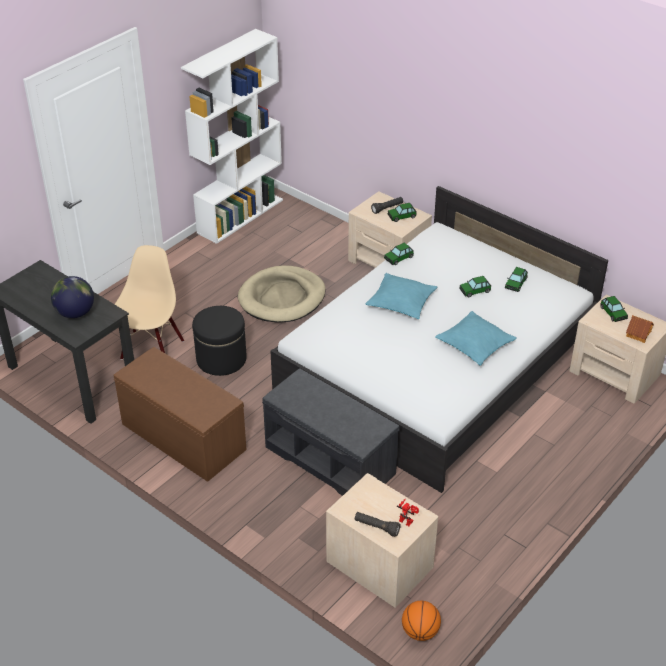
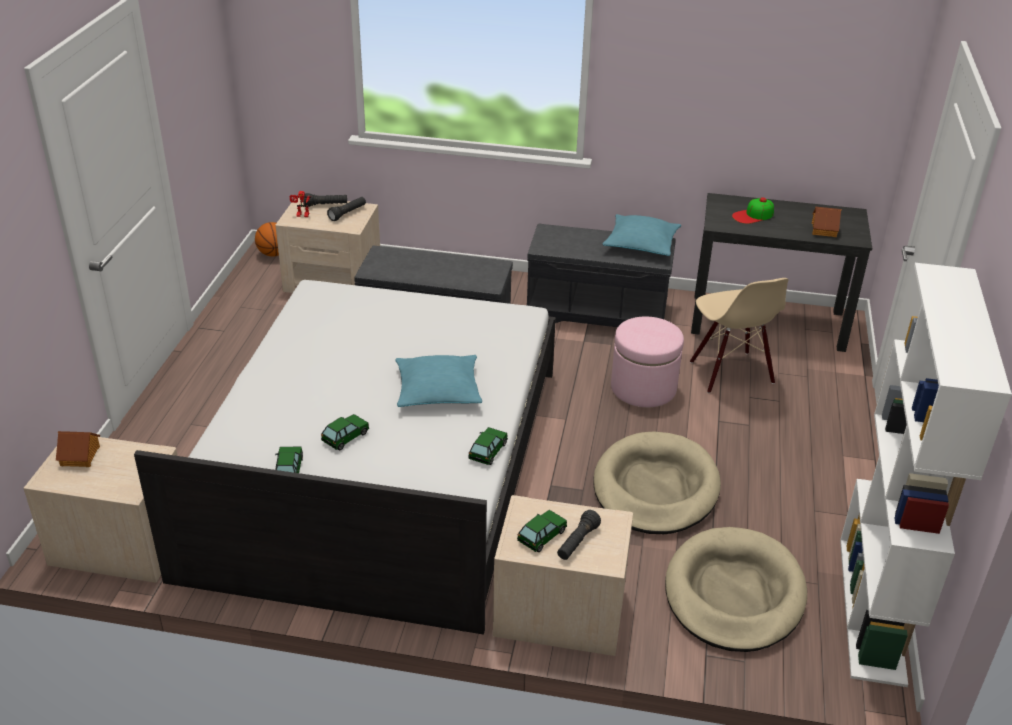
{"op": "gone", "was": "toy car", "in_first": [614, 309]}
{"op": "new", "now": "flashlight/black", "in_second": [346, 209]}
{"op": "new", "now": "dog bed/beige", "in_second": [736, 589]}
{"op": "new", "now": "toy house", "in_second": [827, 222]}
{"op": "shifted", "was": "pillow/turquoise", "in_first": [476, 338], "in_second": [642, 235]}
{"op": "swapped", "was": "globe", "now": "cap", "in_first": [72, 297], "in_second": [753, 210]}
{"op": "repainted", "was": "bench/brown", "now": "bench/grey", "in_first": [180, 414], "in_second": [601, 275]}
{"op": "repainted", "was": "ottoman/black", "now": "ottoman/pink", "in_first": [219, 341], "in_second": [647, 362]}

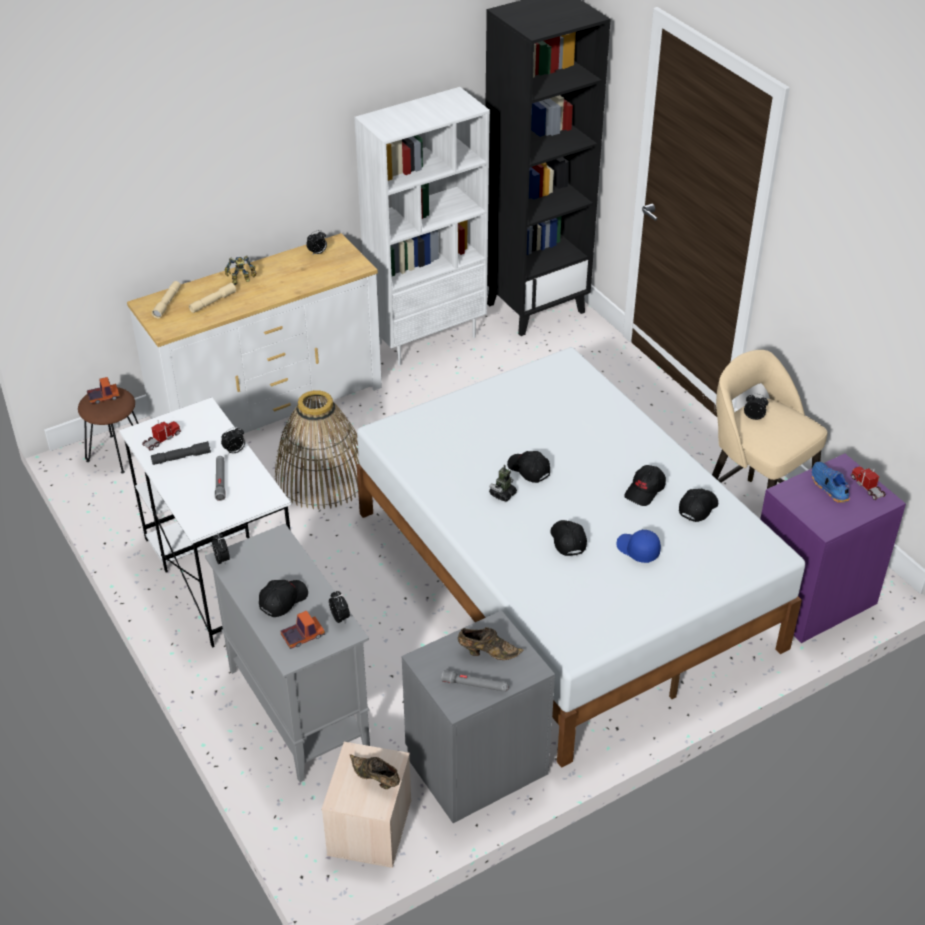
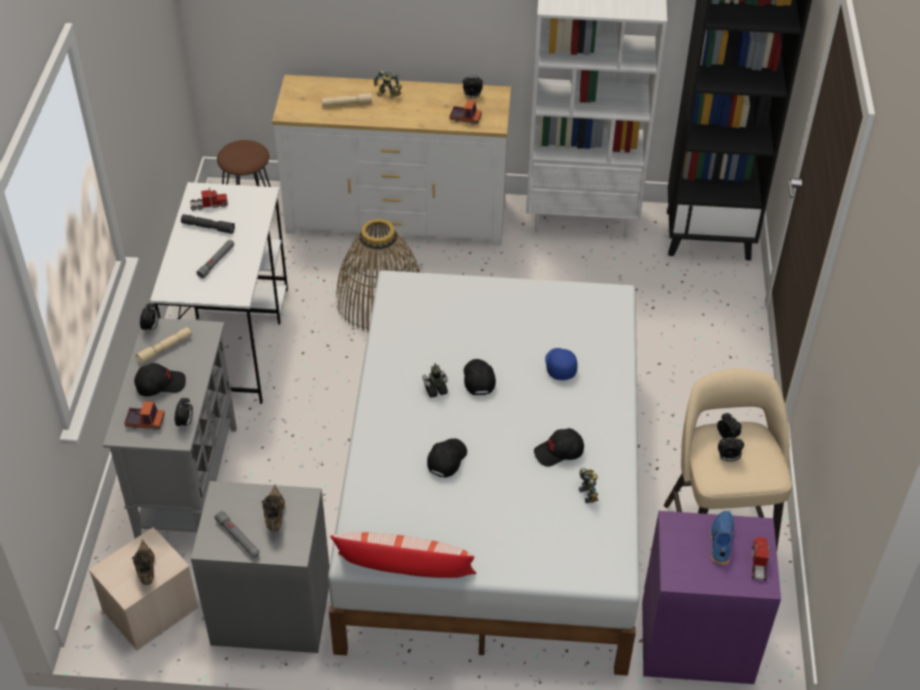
{"op": "new", "now": "pillow", "in_second": [403, 555]}
{"op": "shifted", "was": "toy truck", "in_first": [103, 390], "in_second": [466, 112]}
{"op": "shifted", "was": "flashlight/beige", "in_first": [166, 300], "in_second": [164, 345]}
{"op": "shifted", "was": "alarm clock", "in_first": [233, 441], "in_second": [731, 449]}
{"op": "shifted", "was": "cap/blue", "in_first": [638, 546], "in_second": [561, 364]}
{"op": "swapped", "was": "cap/black", "now": "toy robot", "in_first": [698, 505], "in_second": [589, 485]}
{"op": "rotated", "was": "shoe/brown", "in_first": [491, 643], "in_second": [273, 508], "clockwise": -135}

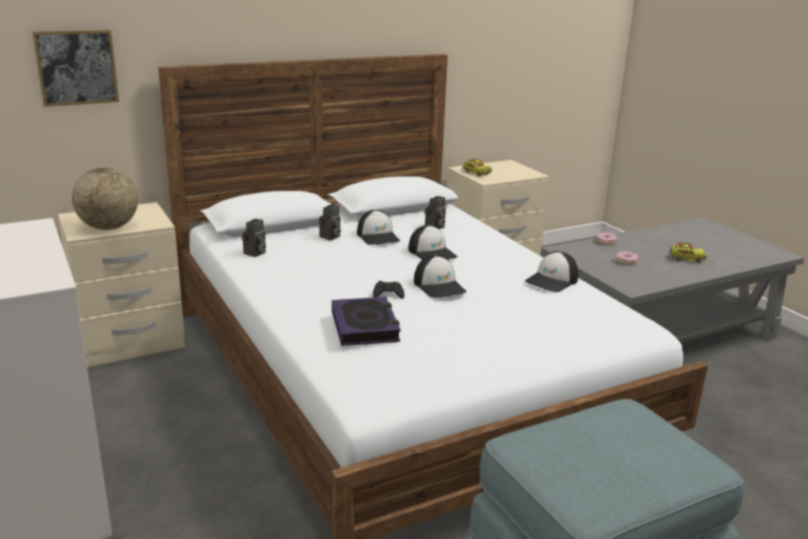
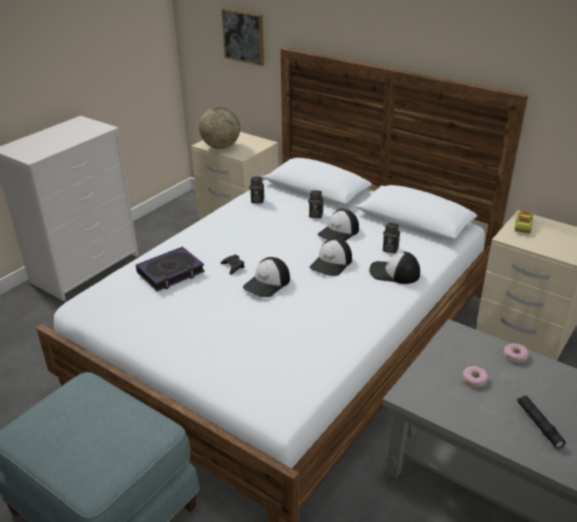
{"op": "shifted", "was": "cap", "in_first": [551, 271], "in_second": [394, 268]}
{"op": "swapped", "was": "toy truck", "now": "flashlight/black", "in_first": [688, 252], "in_second": [541, 422]}

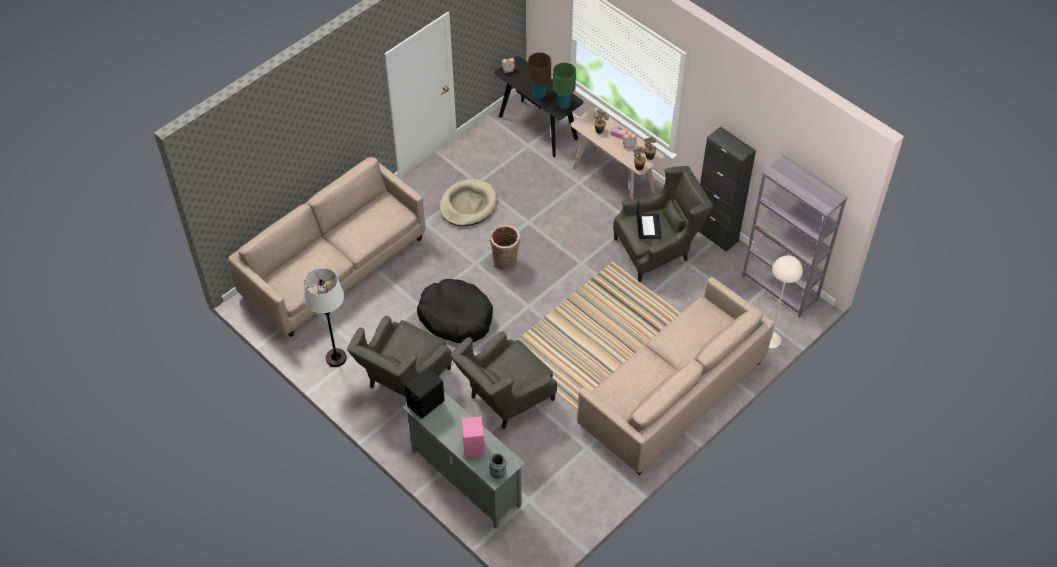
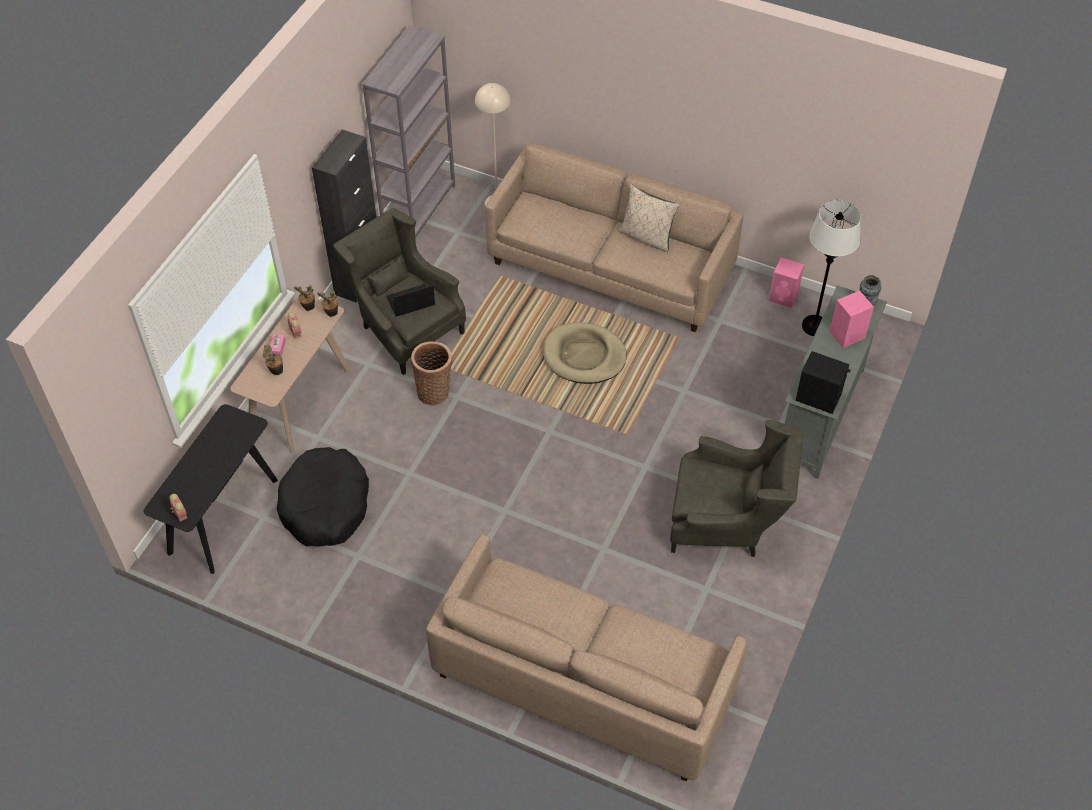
{"op": "gone", "was": "armchair/grey", "in_first": [503, 380]}
{"op": "gone", "was": "table lamp/brown", "in_first": [539, 75]}
{"op": "gone", "was": "table lamp/green", "in_first": [564, 85]}
{"op": "new", "now": "pillow/beige", "in_second": [649, 218]}
{"op": "new", "now": "speaker/pink", "in_second": [786, 283]}
{"op": "shifted", "was": "floor lamp/white", "in_first": [325, 317], "in_second": [831, 268]}
{"op": "shifted", "was": "dog bed/black", "in_first": [455, 311], "in_second": [323, 497]}
{"op": "shifted", "was": "dog bed/beige", "in_first": [468, 202], "in_second": [585, 353]}
{"op": "shifted", "was": "basket", "in_first": [505, 247], "in_second": [431, 373]}

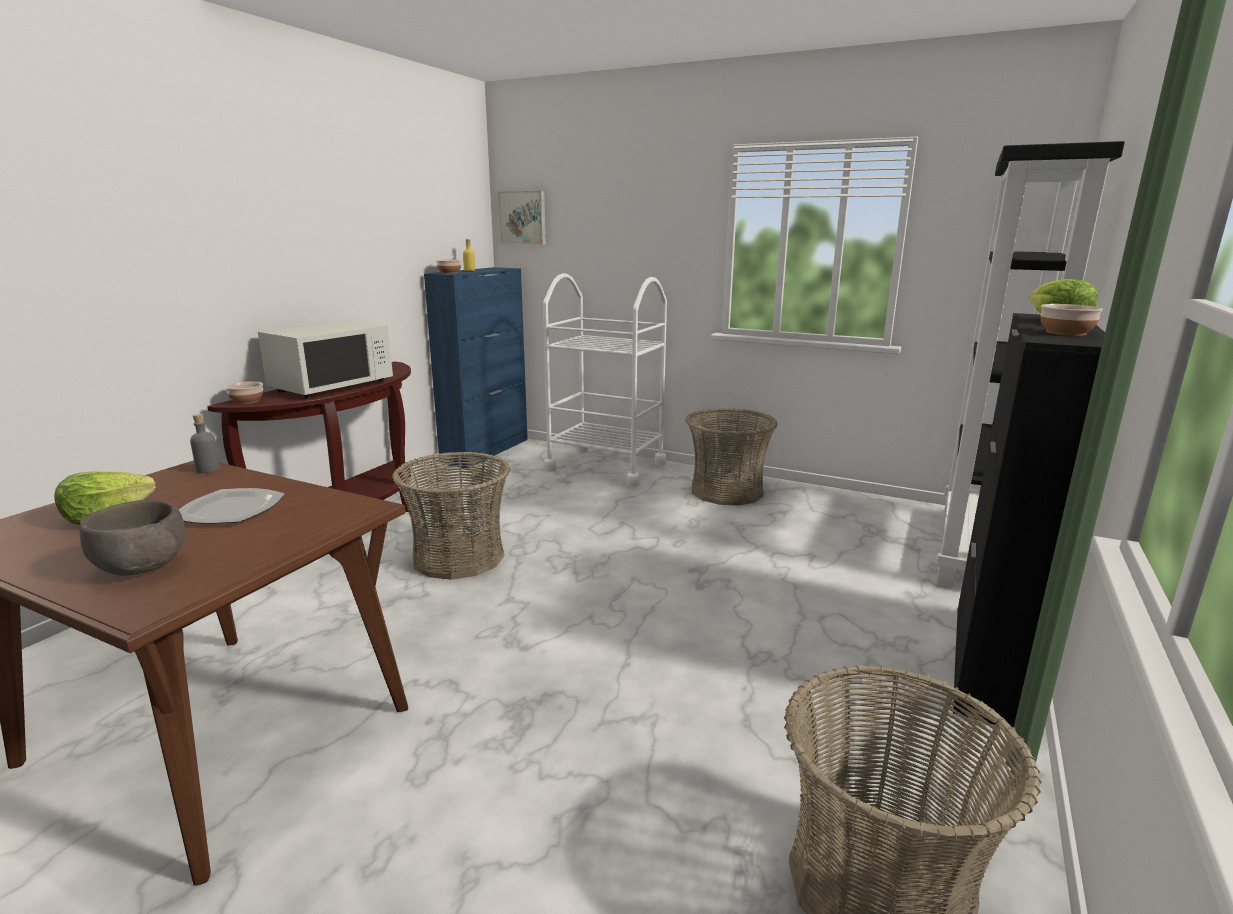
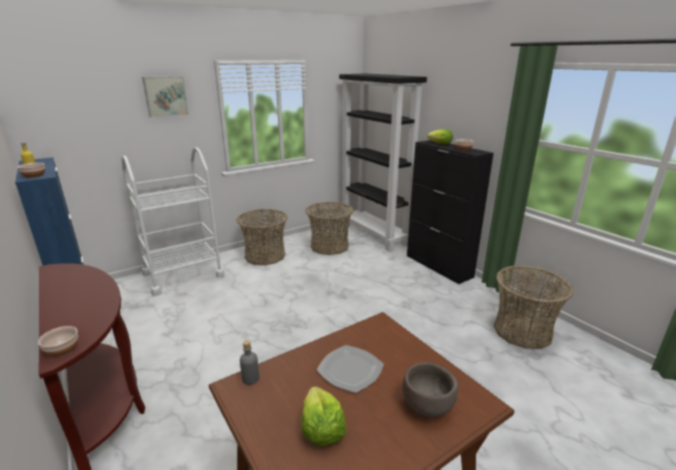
{"op": "gone", "was": "microwave/white", "in_first": [325, 359]}
{"op": "shifted", "was": "basket", "in_first": [451, 515], "in_second": [329, 228]}
{"op": "shifted", "was": "picture", "in_first": [522, 218], "in_second": [165, 96]}

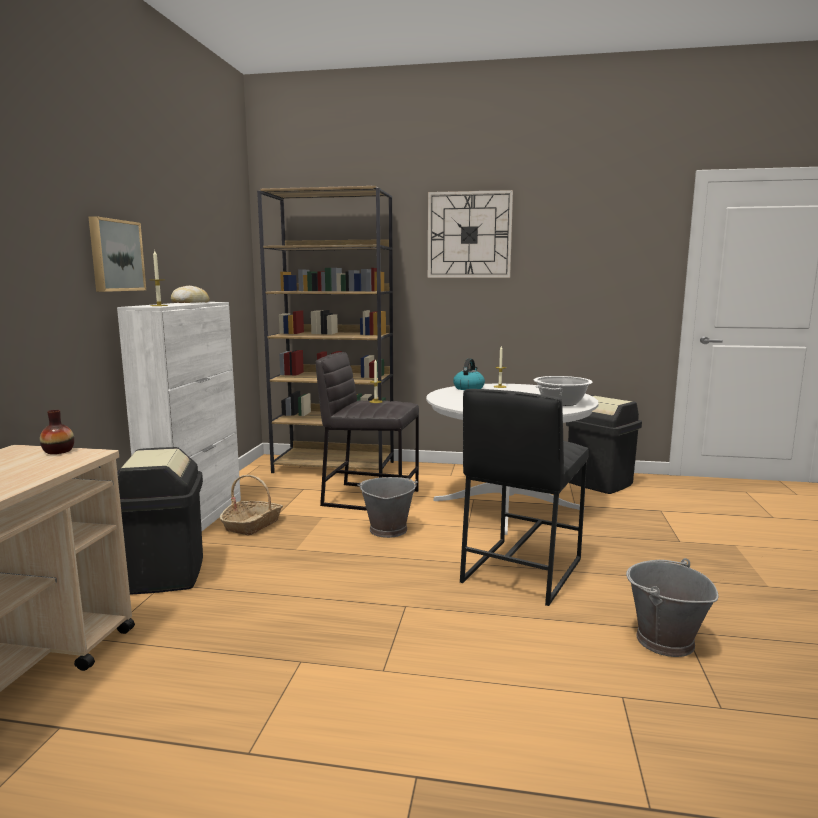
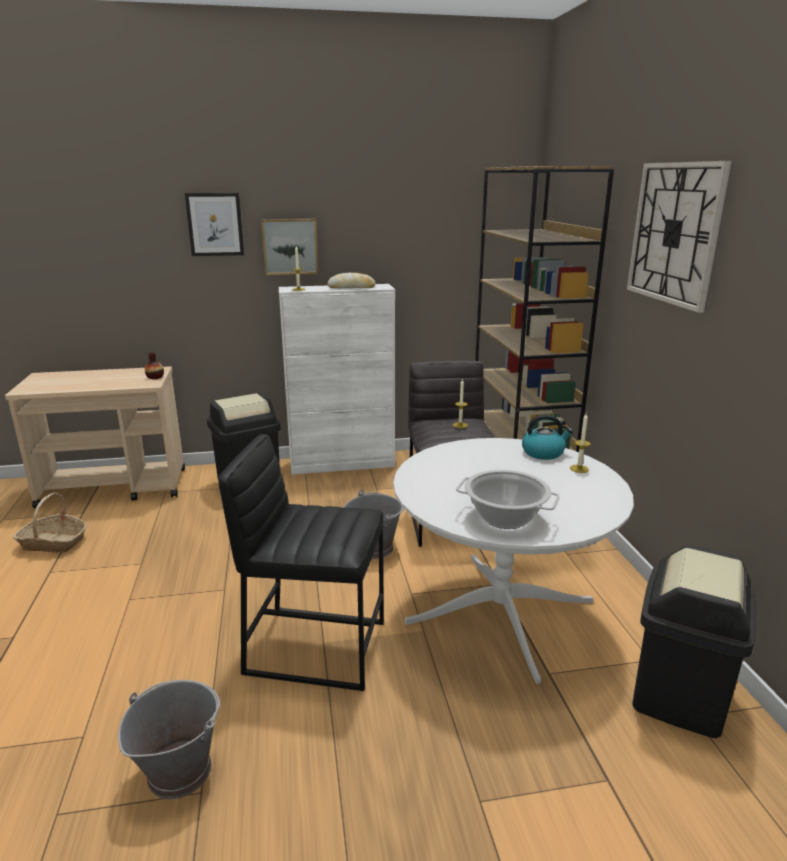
{"op": "new", "now": "picture", "in_second": [214, 224]}
{"op": "shifted", "was": "basket", "in_first": [251, 505], "in_second": [50, 522]}

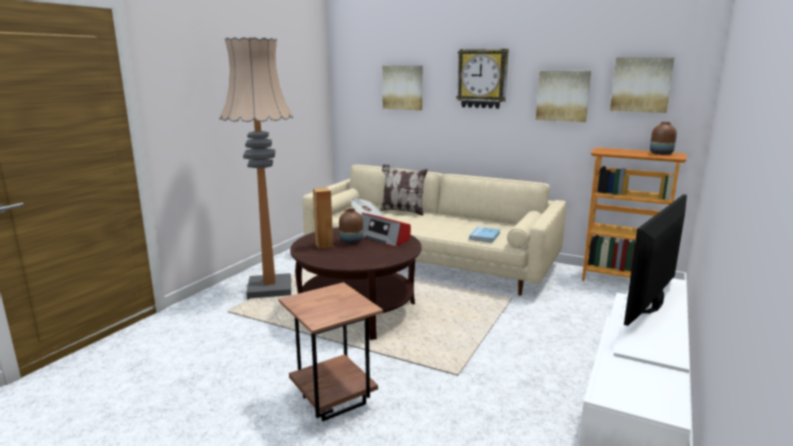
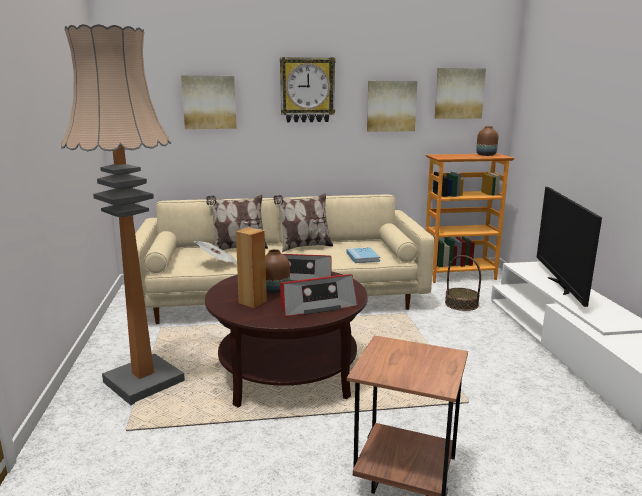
{"op": "new", "now": "pillow", "in_second": [303, 222]}
{"op": "new", "now": "radio", "in_second": [319, 295]}
{"op": "new", "now": "basket", "in_second": [463, 283]}

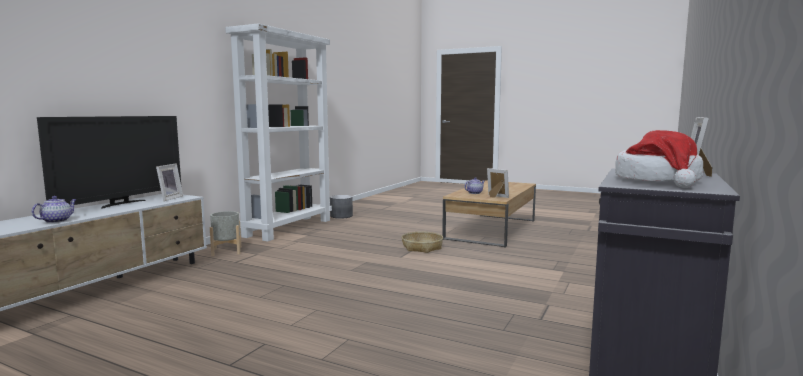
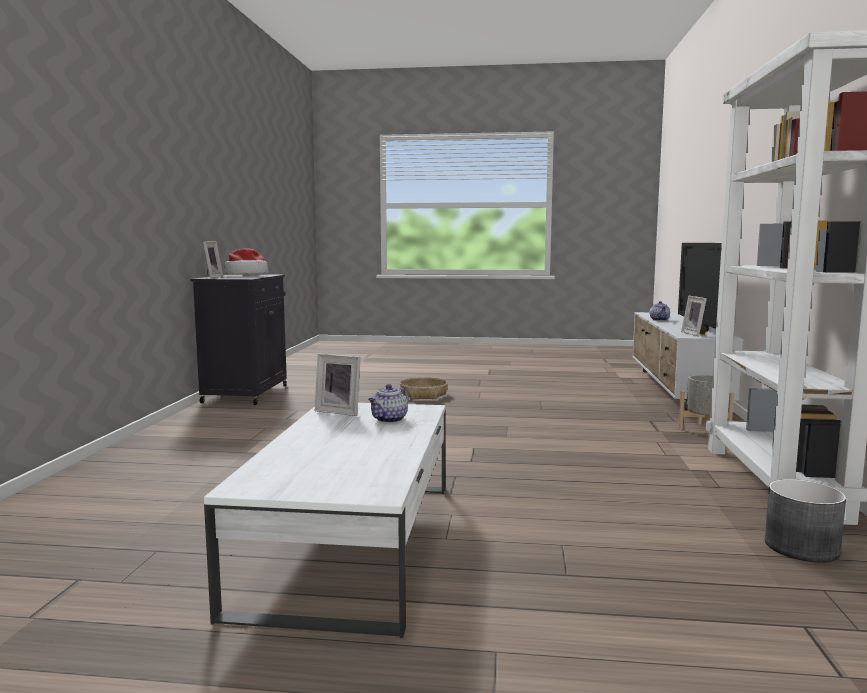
{"op": "shifted", "was": "basket", "in_first": [422, 242], "in_second": [424, 388]}
{"op": "repainted", "was": "coffee table/brown", "now": "coffee table/white", "in_first": [489, 214], "in_second": [324, 520]}

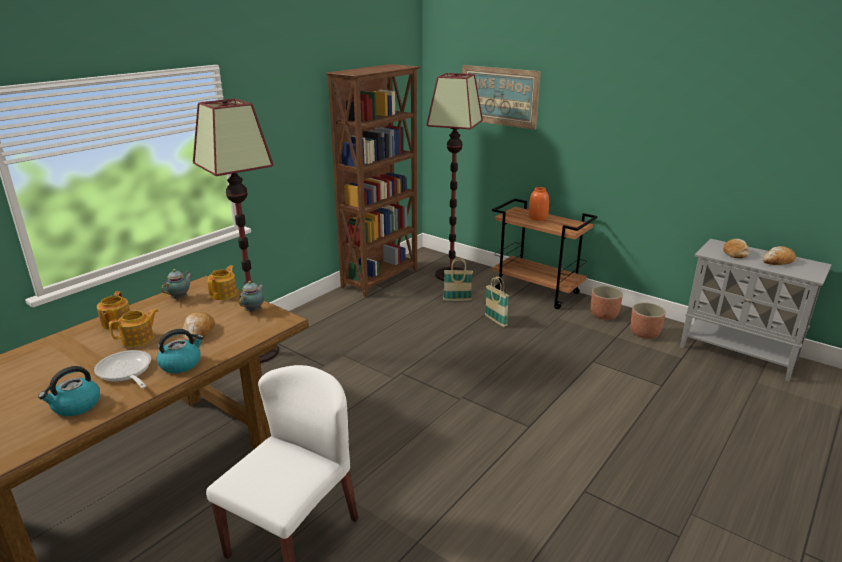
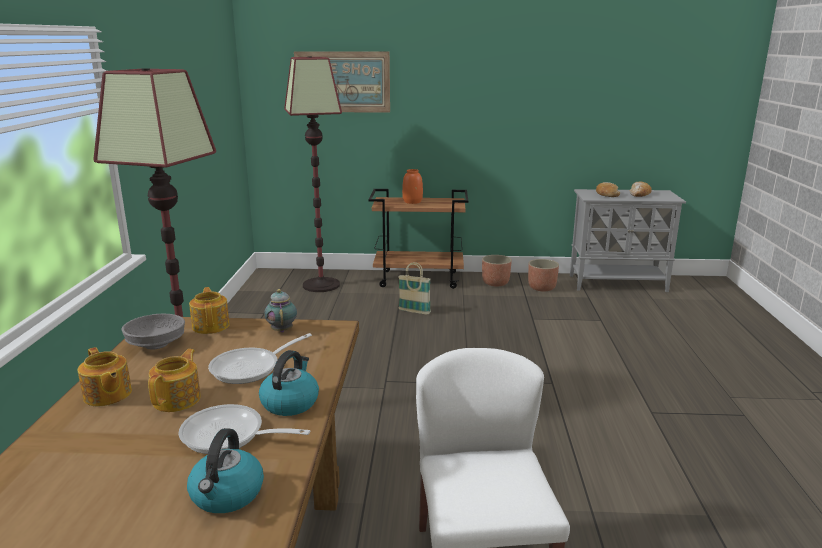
{"op": "gone", "was": "bookcase/brown", "in_first": [373, 180]}
{"op": "gone", "was": "basket", "in_first": [458, 279]}
{"op": "swapped", "was": "teapot", "now": "bowl/grey", "in_first": [176, 284], "in_second": [153, 331]}
{"op": "swapped", "was": "bread", "now": "frying pan", "in_first": [198, 326], "in_second": [260, 358]}

